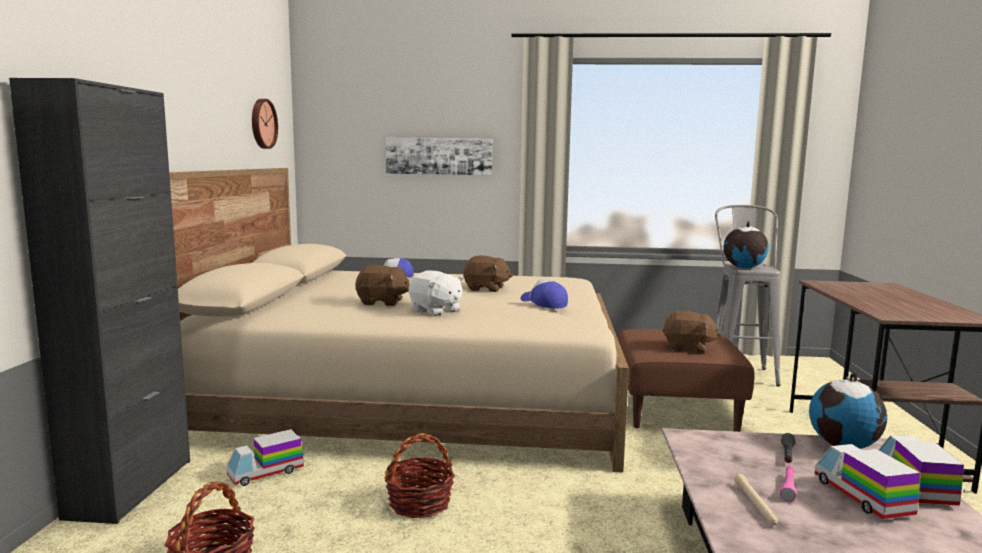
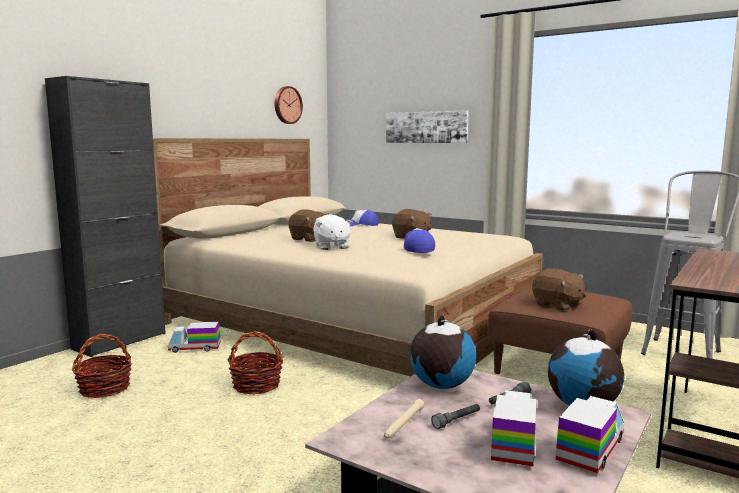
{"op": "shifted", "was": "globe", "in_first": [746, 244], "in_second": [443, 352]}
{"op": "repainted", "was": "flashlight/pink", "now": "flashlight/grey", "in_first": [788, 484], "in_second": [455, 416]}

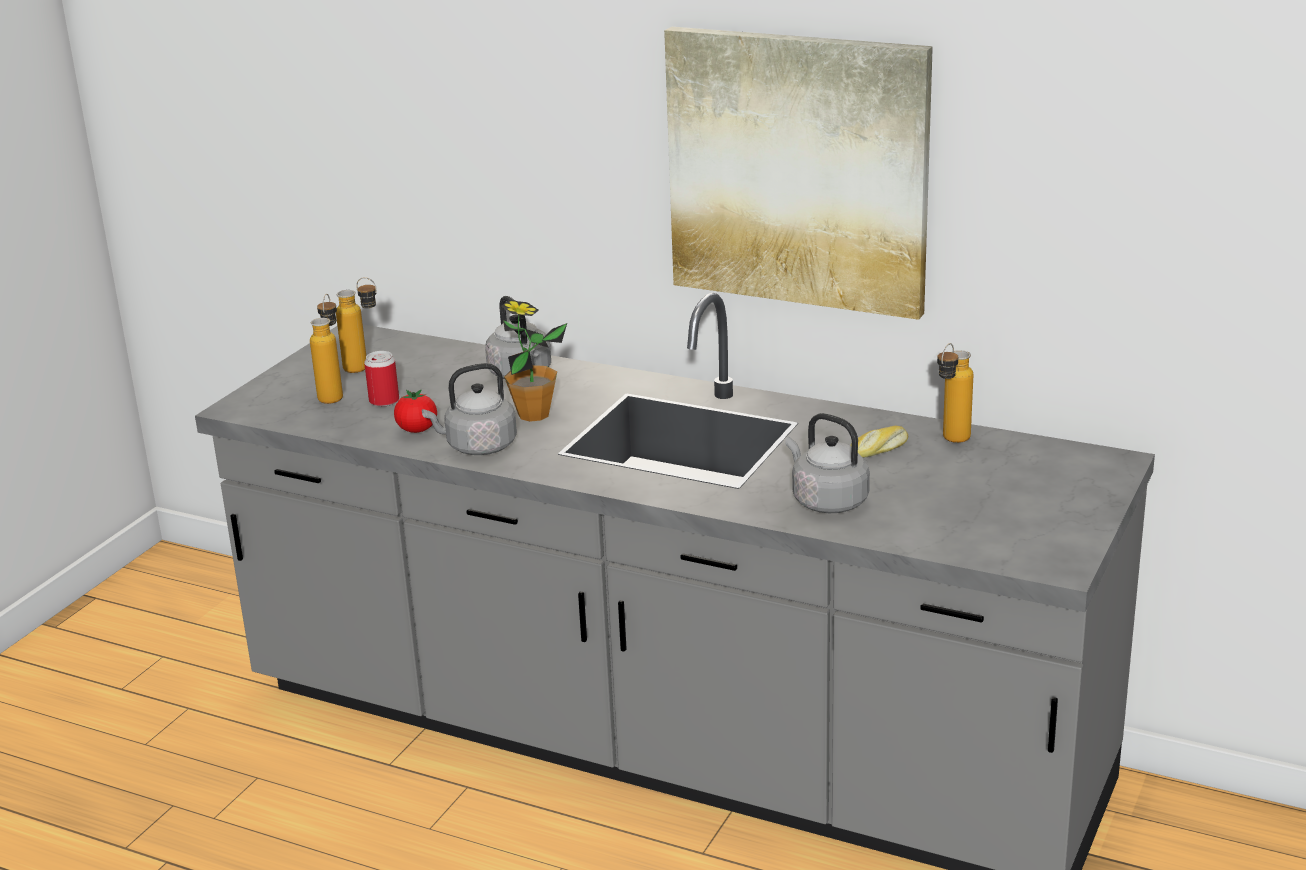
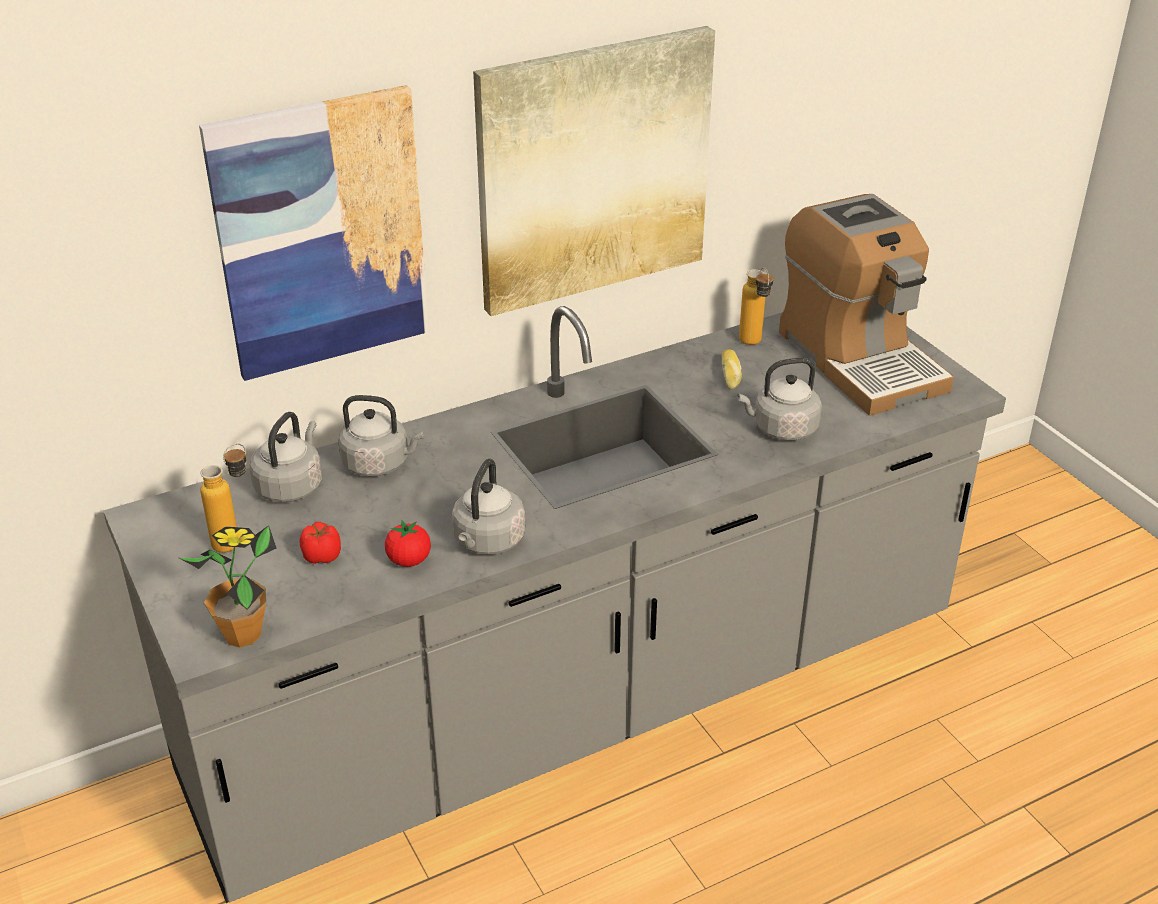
{"op": "gone", "was": "bottle", "in_first": [326, 349]}
{"op": "new", "now": "picture", "in_second": [314, 233]}
{"op": "new", "now": "kettle/grey", "in_second": [286, 457]}
{"op": "new", "now": "coffee machine", "in_second": [866, 305]}
{"op": "shifted", "was": "potted plant", "in_first": [534, 361], "in_second": [228, 586]}
{"op": "swapped", "was": "can", "now": "tomato", "in_first": [381, 379], "in_second": [320, 543]}

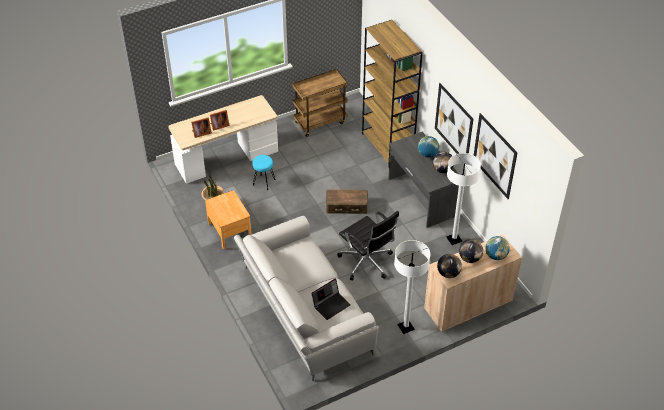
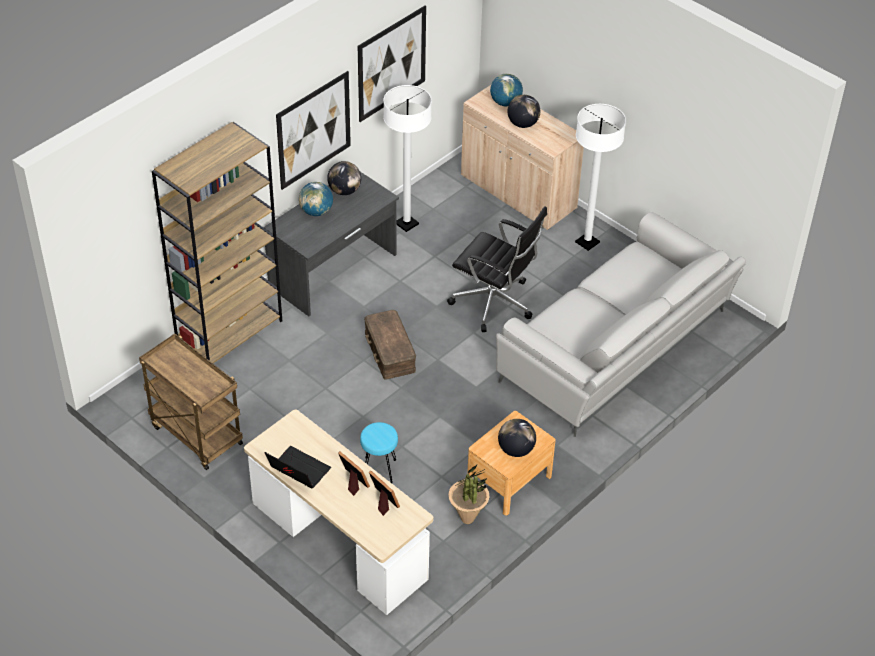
{"op": "shifted", "was": "laptop", "in_first": [331, 299], "in_second": [298, 467]}
{"op": "shifted", "was": "globe", "in_first": [449, 266], "in_second": [517, 438]}
{"op": "rotated", "was": "office chair/black", "in_first": [368, 245], "in_second": [497, 269], "clockwise": 90}

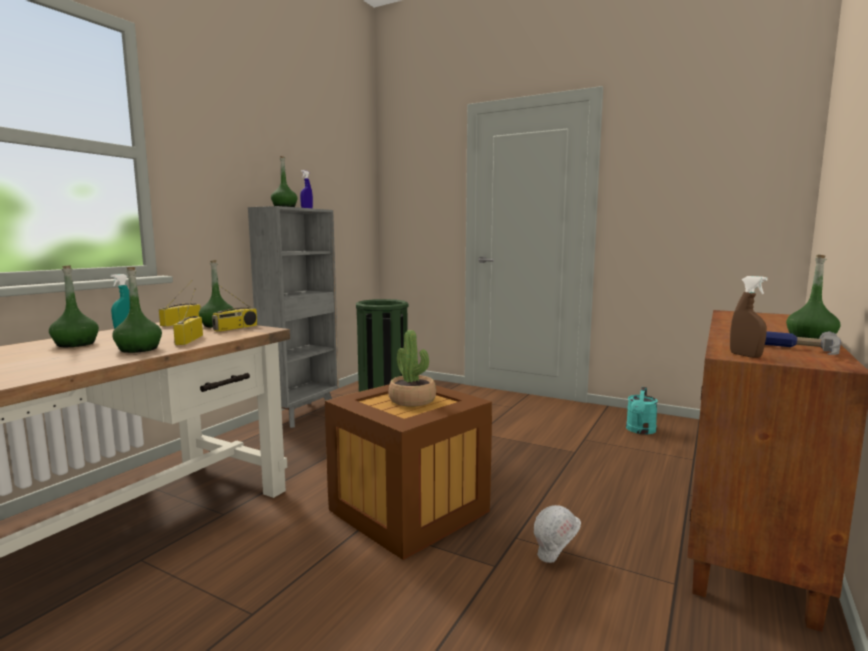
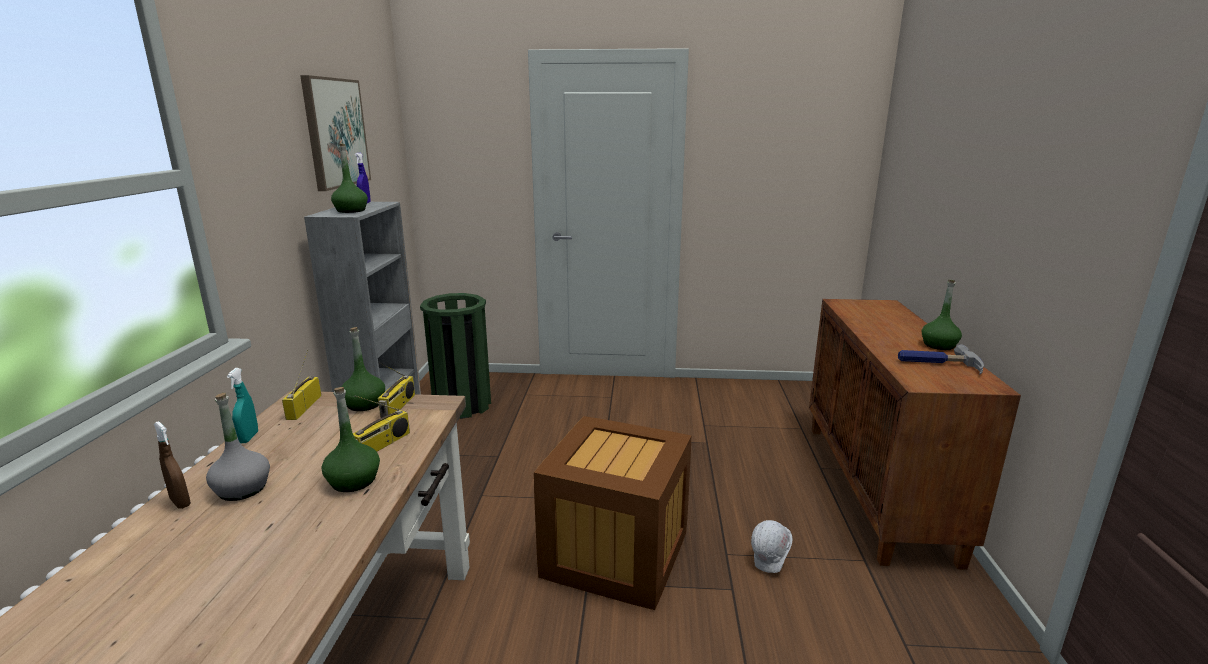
{"op": "gone", "was": "potted plant", "in_first": [412, 368]}
{"op": "gone", "was": "watering can/turquoise", "in_first": [642, 410]}
{"op": "new", "now": "picture", "in_second": [335, 133]}
{"op": "shifted", "was": "spray bottle/brown", "in_first": [749, 317], "in_second": [172, 465]}
{"op": "repainted", "was": "bottle/green", "now": "bottle/grey", "in_first": [74, 306], "in_second": [238, 447]}
{"op": "rotated", "was": "radio", "in_first": [188, 316], "in_second": [381, 423], "clockwise": -120}

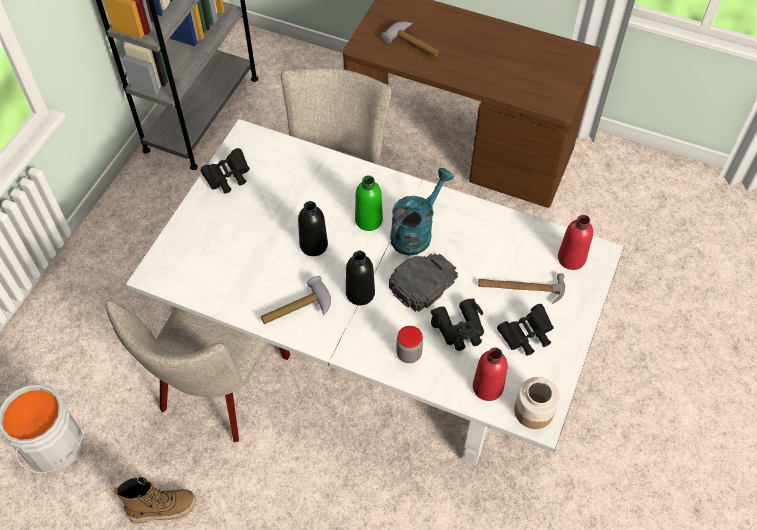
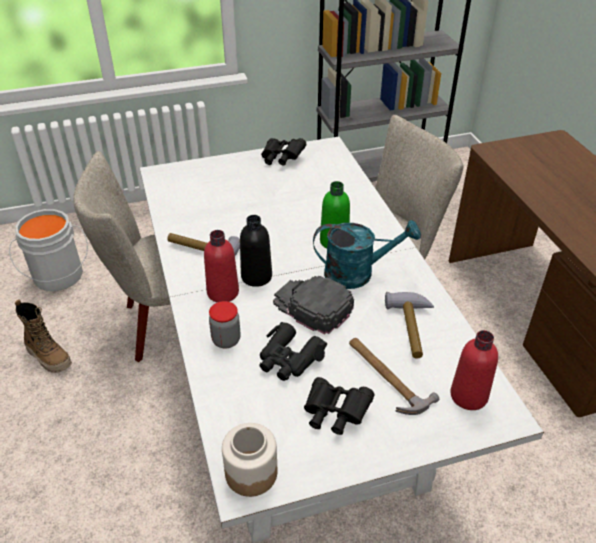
{"op": "gone", "was": "bottle/black", "in_first": [313, 228]}
{"op": "shifted", "was": "hammer", "in_first": [410, 39], "in_second": [409, 325]}
{"op": "shifted", "was": "bottle/red", "in_first": [490, 374], "in_second": [221, 266]}
{"op": "rotated", "was": "cap/black", "in_first": [423, 282], "in_second": [313, 305], "clockwise": -150}

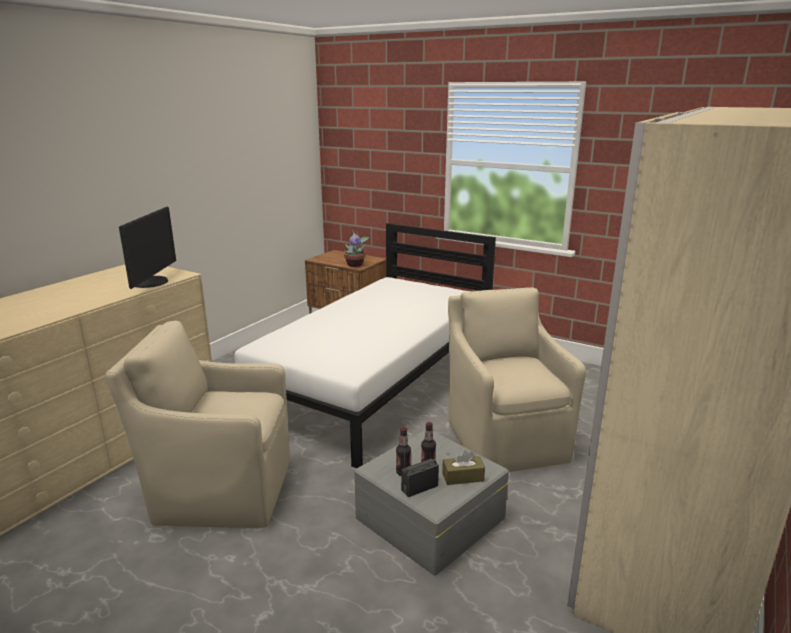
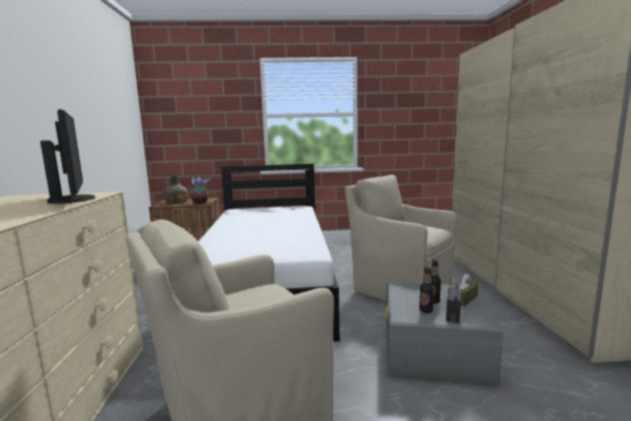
{"op": "new", "now": "bottle/green", "in_second": [175, 188]}

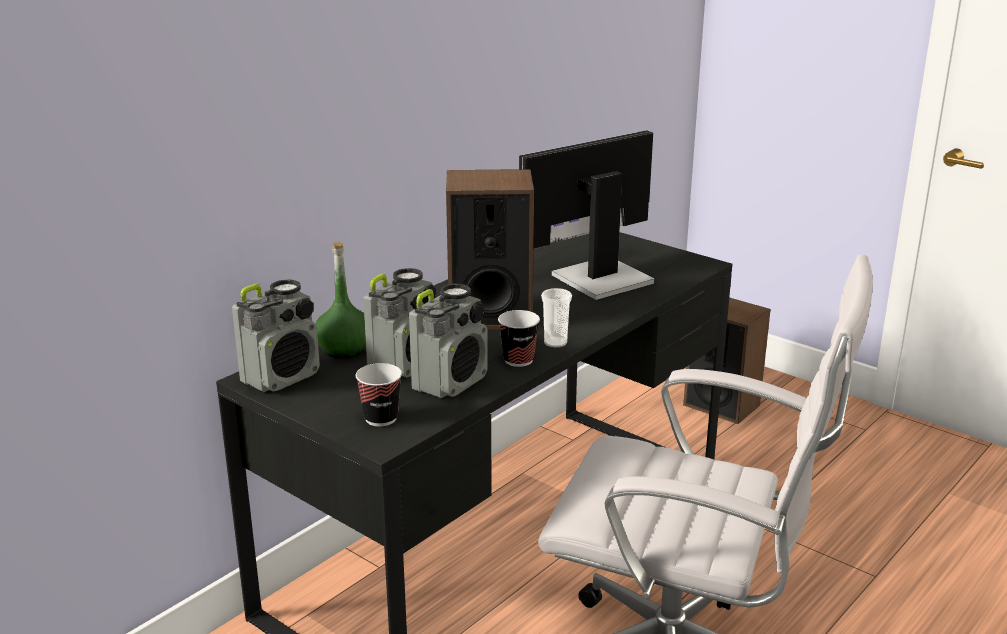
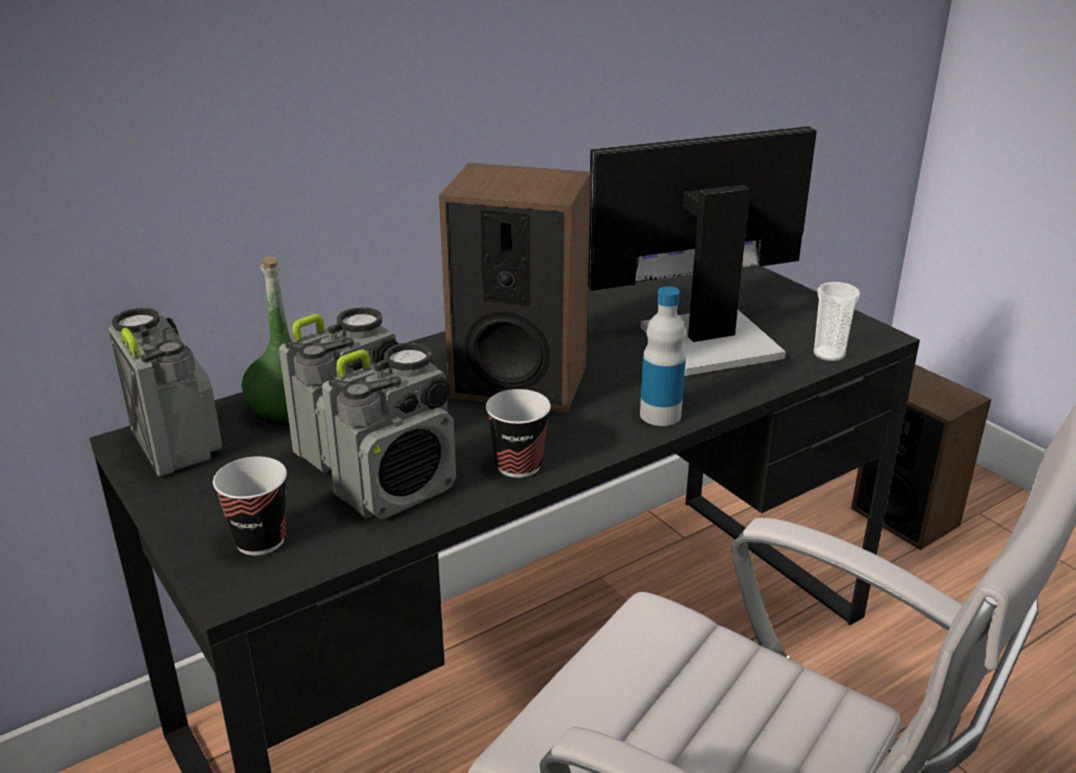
{"op": "new", "now": "bottle", "in_second": [663, 356]}
{"op": "shifted", "was": "cup", "in_first": [556, 318], "in_second": [837, 321]}
{"op": "rotated", "was": "radio", "in_first": [276, 335], "in_second": [165, 392], "clockwise": -90}

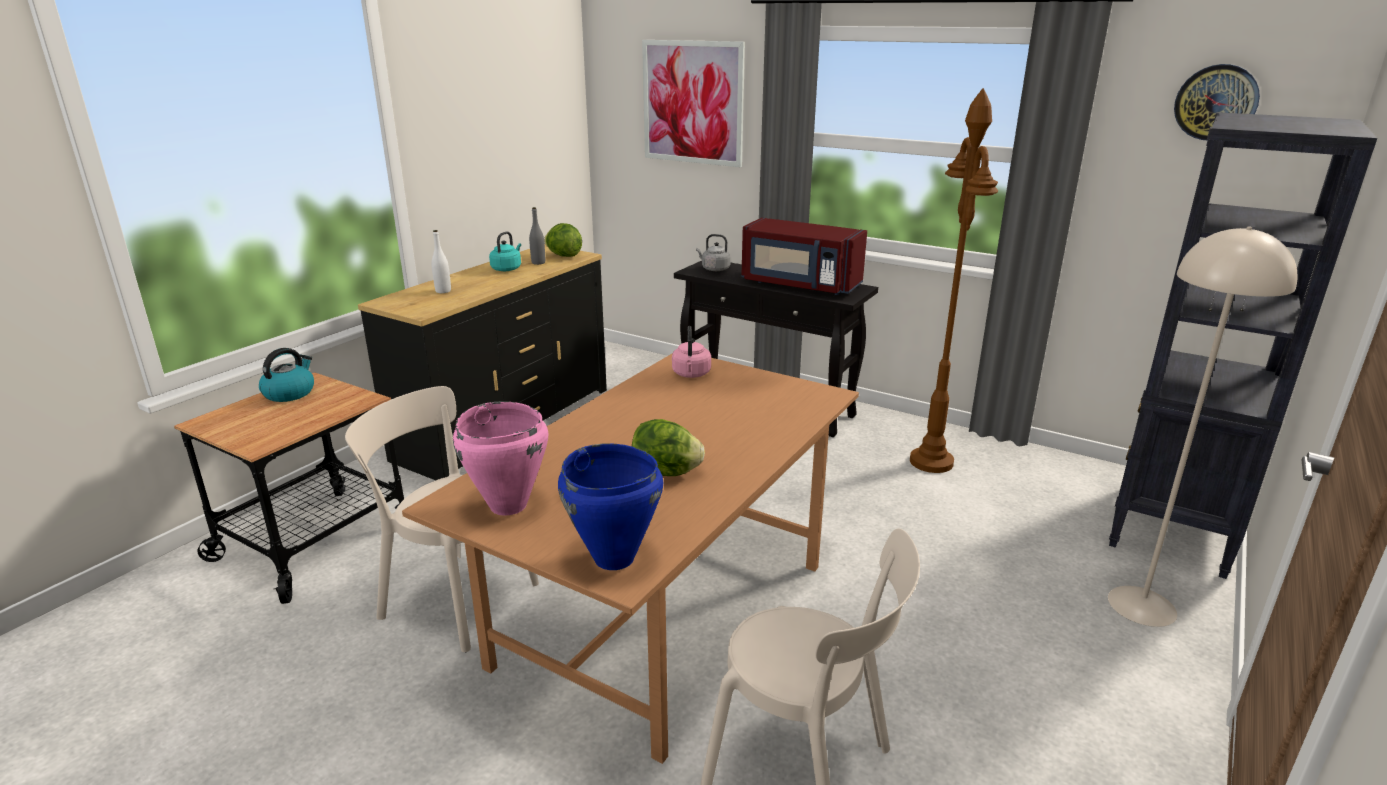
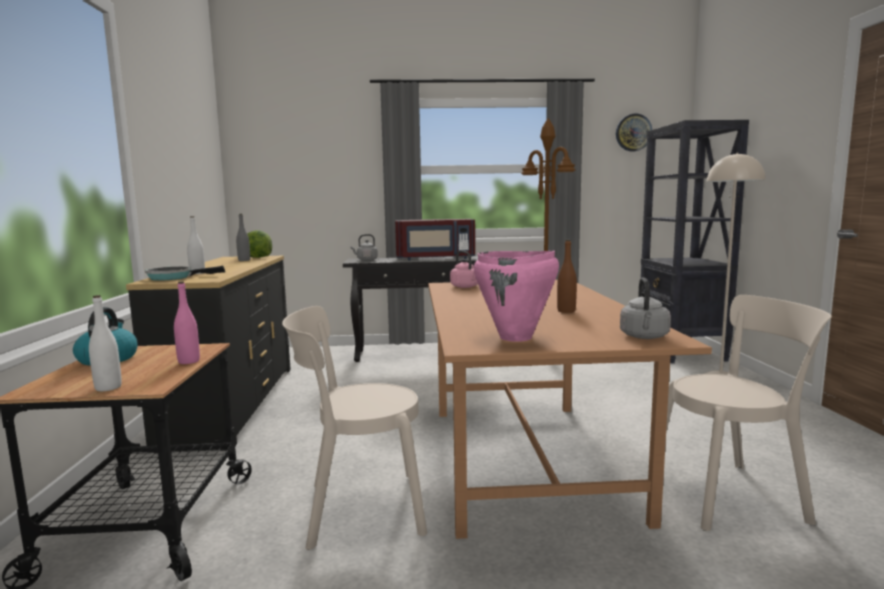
{"op": "gone", "was": "kettle/turquoise", "in_first": [505, 251]}
{"op": "gone", "was": "picture", "in_first": [693, 103]}
{"op": "new", "now": "bottle/white", "in_second": [105, 343]}
{"op": "new", "now": "frying pan", "in_second": [185, 273]}
{"op": "new", "now": "bottle/pink", "in_second": [187, 322]}
{"op": "swapped", "was": "cooking pot/blue", "now": "kettle/grey", "in_first": [610, 506], "in_second": [645, 308]}
{"op": "swapped", "was": "lettuce", "now": "bottle/brown", "in_first": [668, 447], "in_second": [567, 276]}

